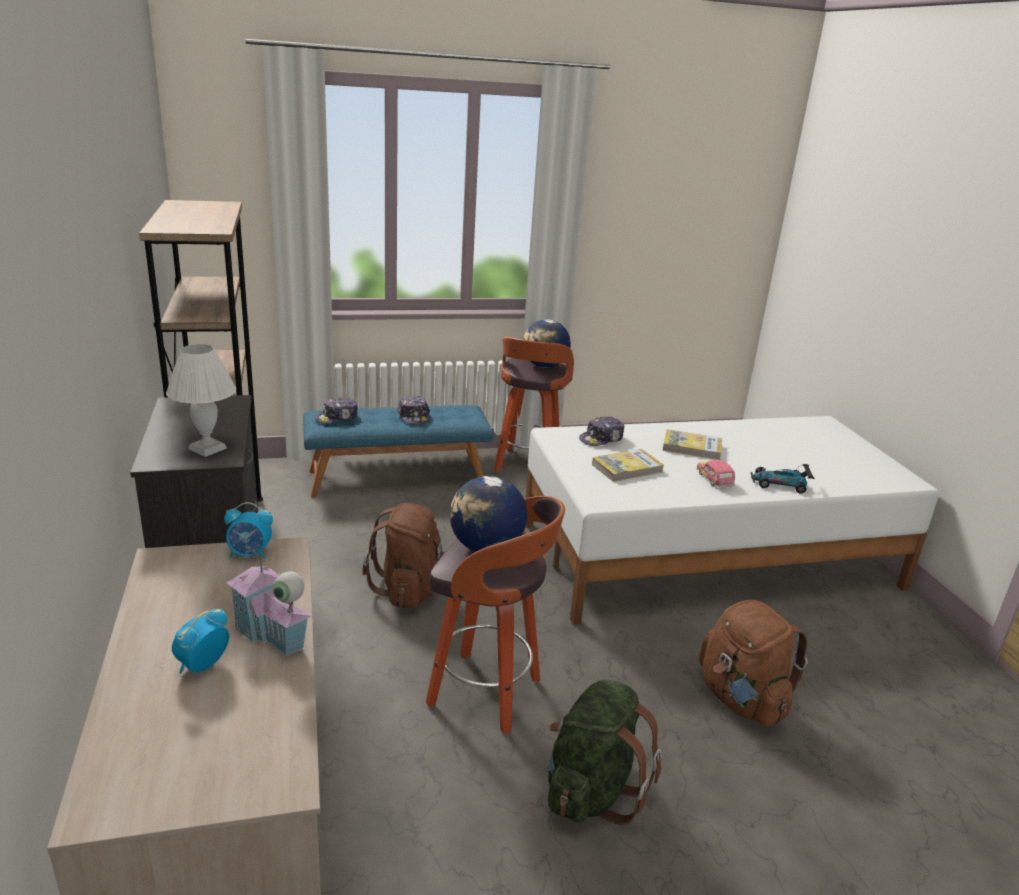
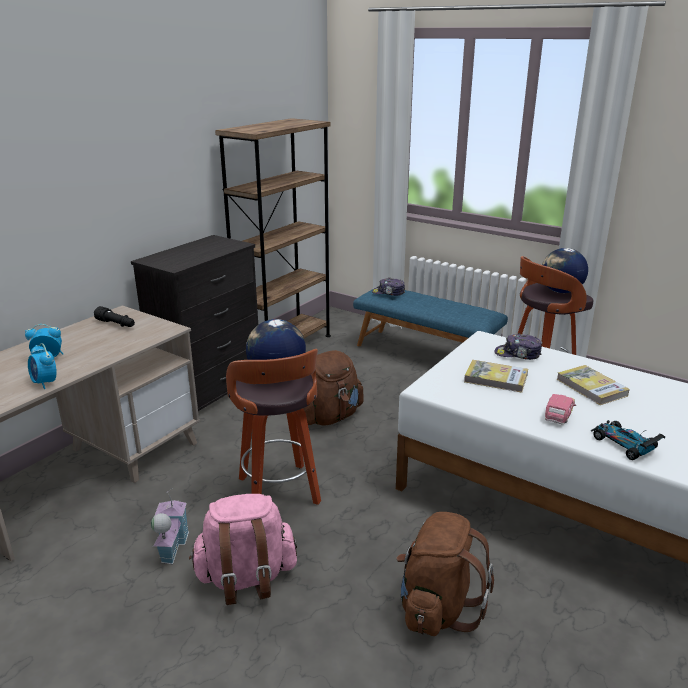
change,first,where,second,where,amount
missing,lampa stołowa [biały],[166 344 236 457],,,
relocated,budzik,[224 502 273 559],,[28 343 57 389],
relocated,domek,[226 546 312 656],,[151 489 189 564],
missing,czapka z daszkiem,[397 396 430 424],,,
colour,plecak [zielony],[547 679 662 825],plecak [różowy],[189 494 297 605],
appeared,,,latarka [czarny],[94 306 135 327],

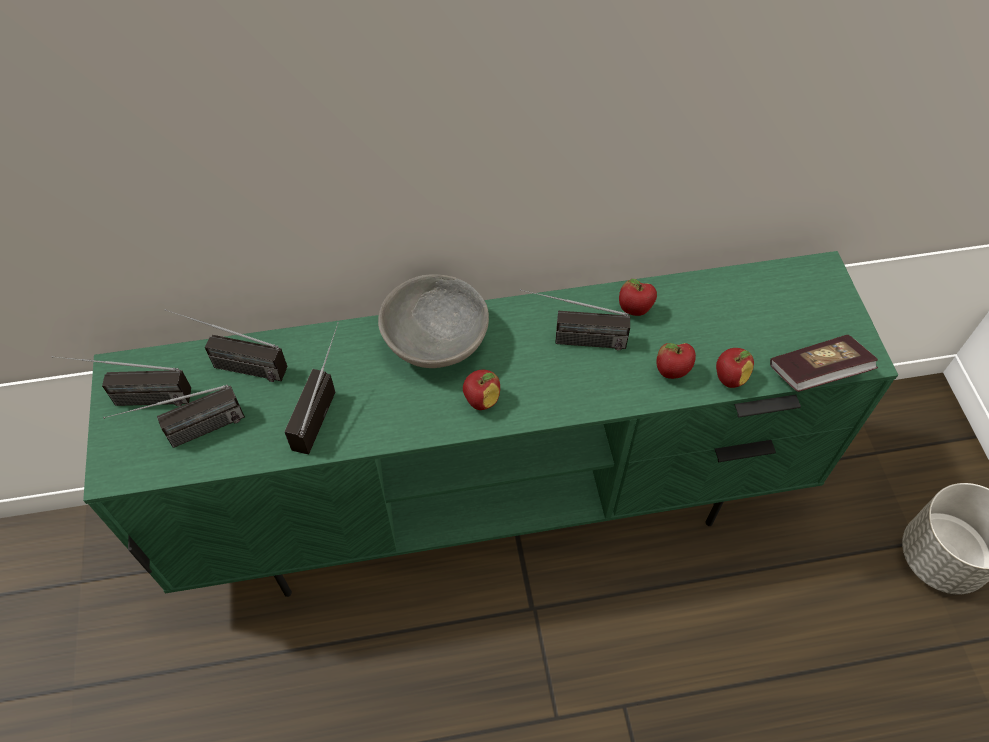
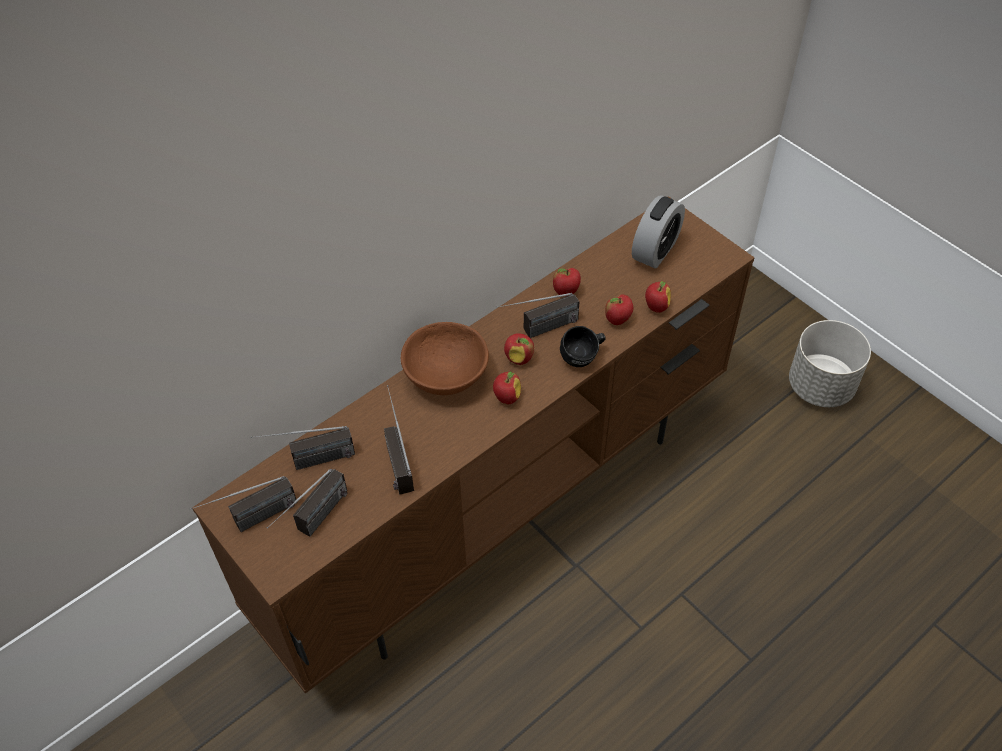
change,first,where,second,where,amount
colour,szafka pod telewizor [zielony],[83 251 898 597],szafka pod telewizor [brązowy],[192 196 754 694],
colour,miska [szary],[378 275 489 368],miska [brązowy],[401 322 489 395],
missing,książka,[770 335 878 392],,,
appeared,,,jabłko,[504 333 534 365],
appeared,,,kubek [czarny],[560 326 605 367],
appeared,,,budzik,[632 196 685 268],

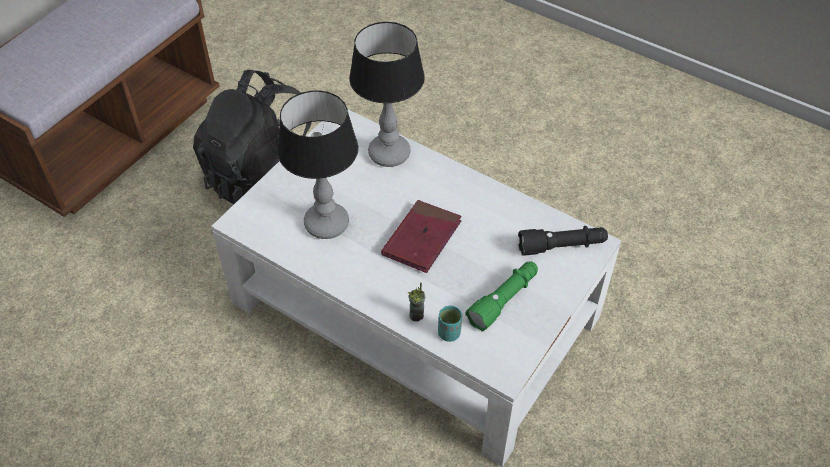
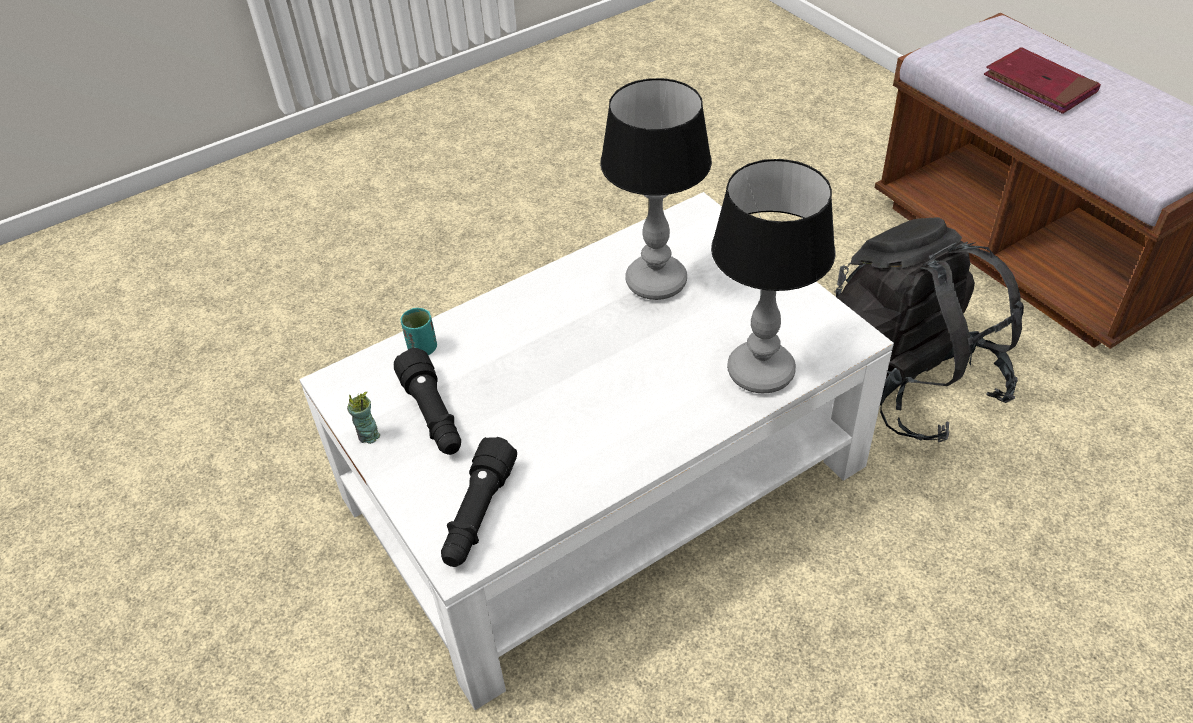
change,first,where,second,where,amount
relocated,książka [czerwony],[381 200 462 273],,[984 47 1101 114],
relocated,filiżanka,[408 282 425 322],,[347 392 380 444],
colour,latarka [zielony],[465 262 538 331],latarka [czarny],[394 348 461 455],

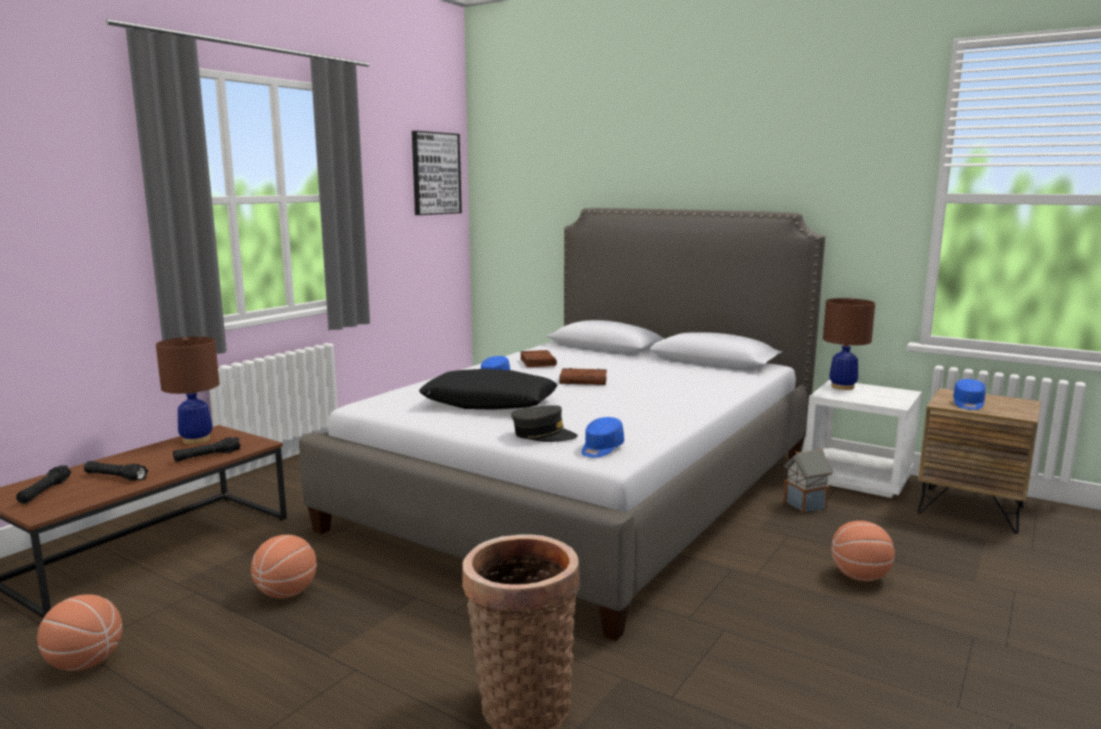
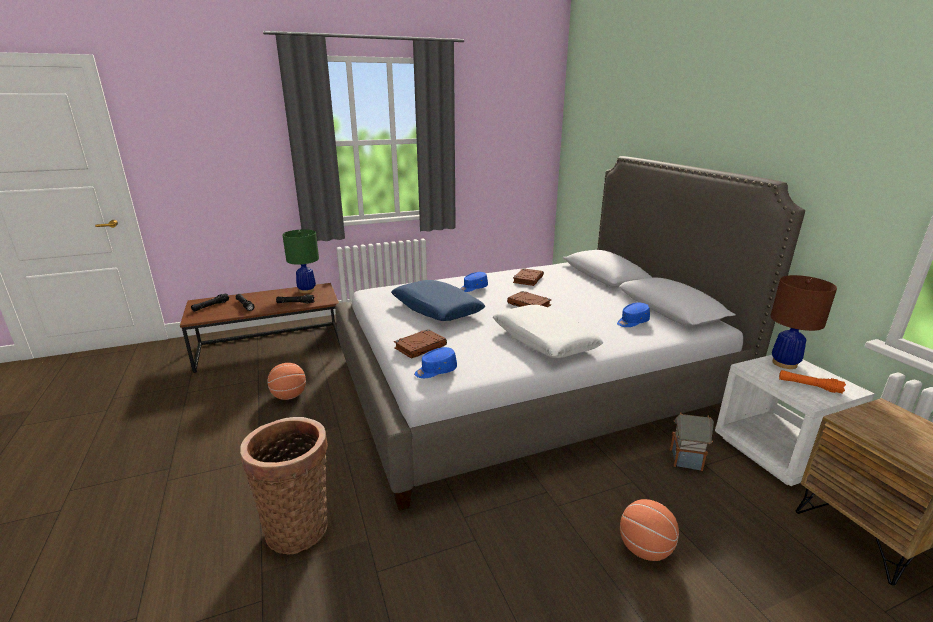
change,first,where,second,where,amount
missing,piłka do koszykówki,[37 594 122 671],,,
colour,lampa stołowa [brązowy],[156 337 220 444],lampa stołowa [zielony],[282 229 319 293],
missing,obraz,[412 131 462 215],,,
colour,poduszka [czarny],[419 369 557 410],poduszka [niebieski],[391 280 485 321],
exchanged,czapka z daszkiem [szary],[511 405 578 442],książka [brązowy],[394 329 447 359],
relocated,czapka z daszkiem [niebieski],[953 379 986 410],,[617 303 650 327],
appeared,,,poduszka [biały],[493 305 603 358],
appeared,,,latarka [pomarańczowy],[779 370 846 394],

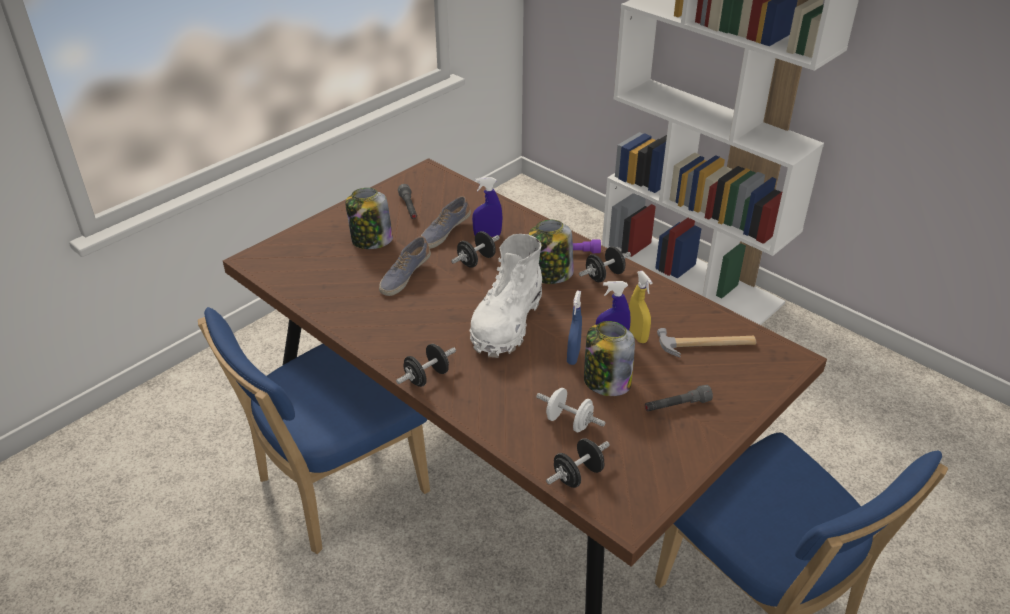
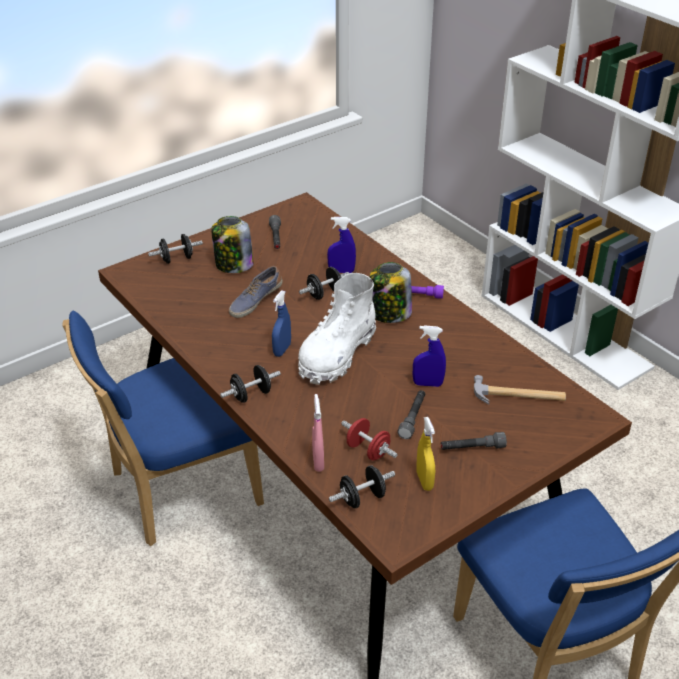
change,first,where,second,where,amount
missing,but,[421 196 471 249],,,
colour,hantel [biały],[536 388 606 432],hantel [czerwony],[341 418 398 461],
relocated,spryskiwacz [niebieski],[567 291 582 365],,[272 290 291 357],
relocated,hantel [czarny],[579 246 631 282],,[148 234 203 264],
exchanged,słoik,[584 321 635 396],latarka [szary],[397 390 425 439],
relocated,spryskiwacz [żółty],[629 271 653 343],,[416 417 435 491],
appeared,,,spryskiwacz [różowy],[312 394 324 472],

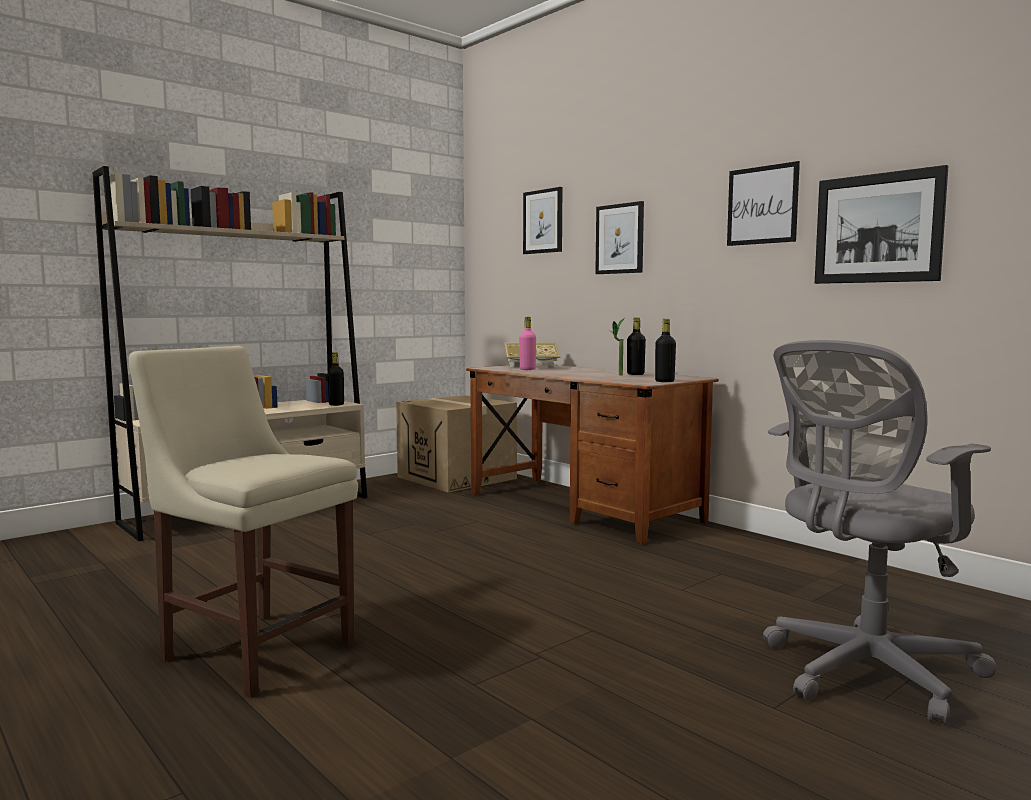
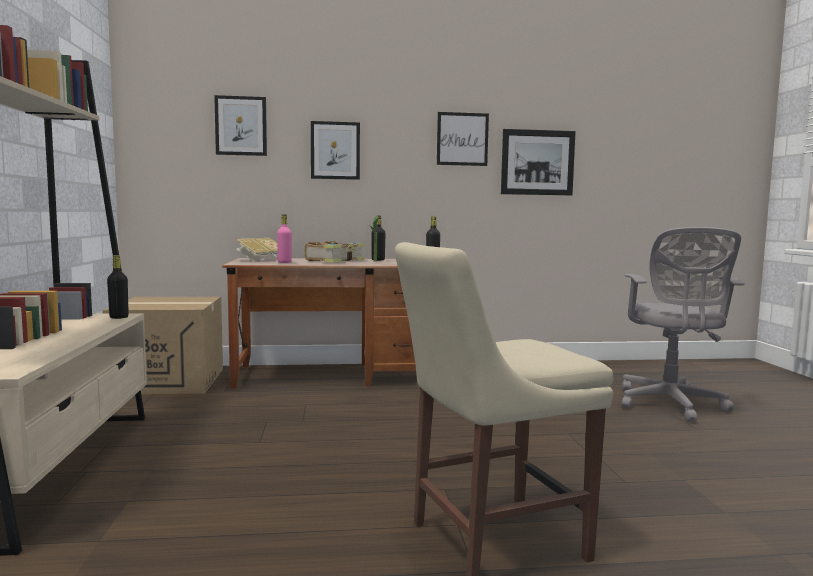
change,first,where,second,where,amount
appeared,,,książka,[305 241 365 263],

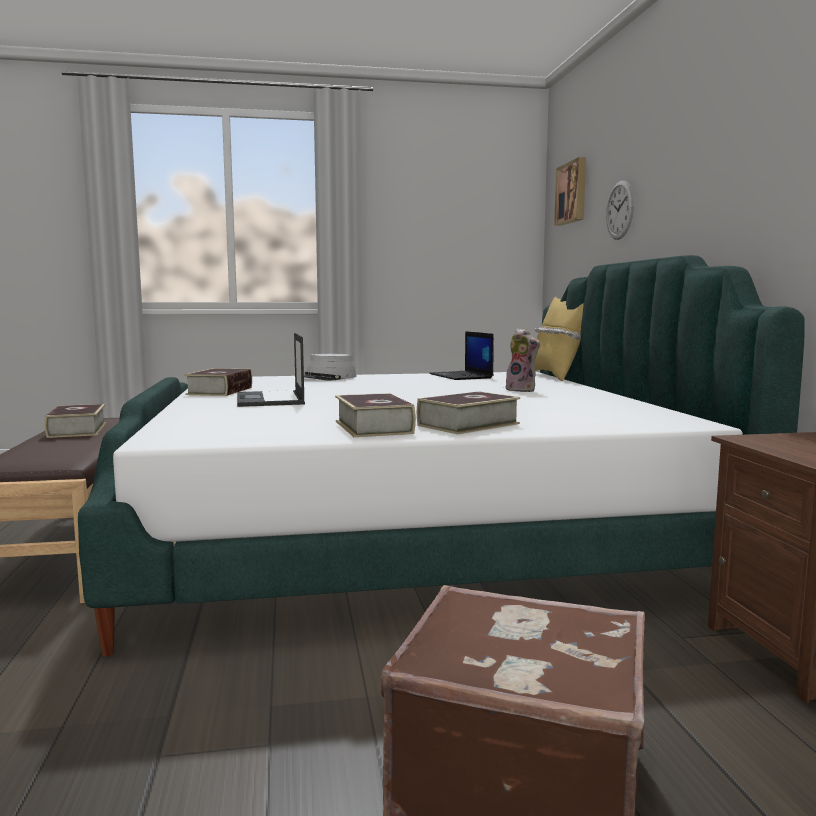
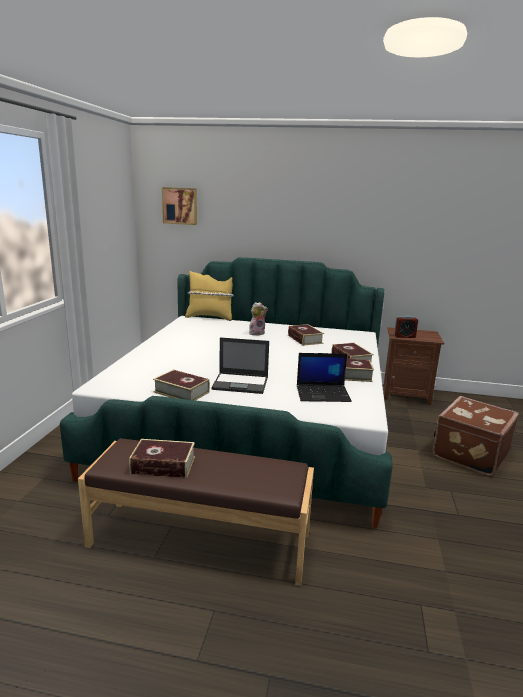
change,first,where,second,where,amount
missing,kapelusz [szary],[304 354 357 380],,,
relocated,laptop,[429 331 494 380],,[297 353 352 402],
missing,zegar ścienny,[606 181 634 240],,,
appeared,,,książka,[288 324 324 346],
appeared,,,budzik,[394 315 418 338],

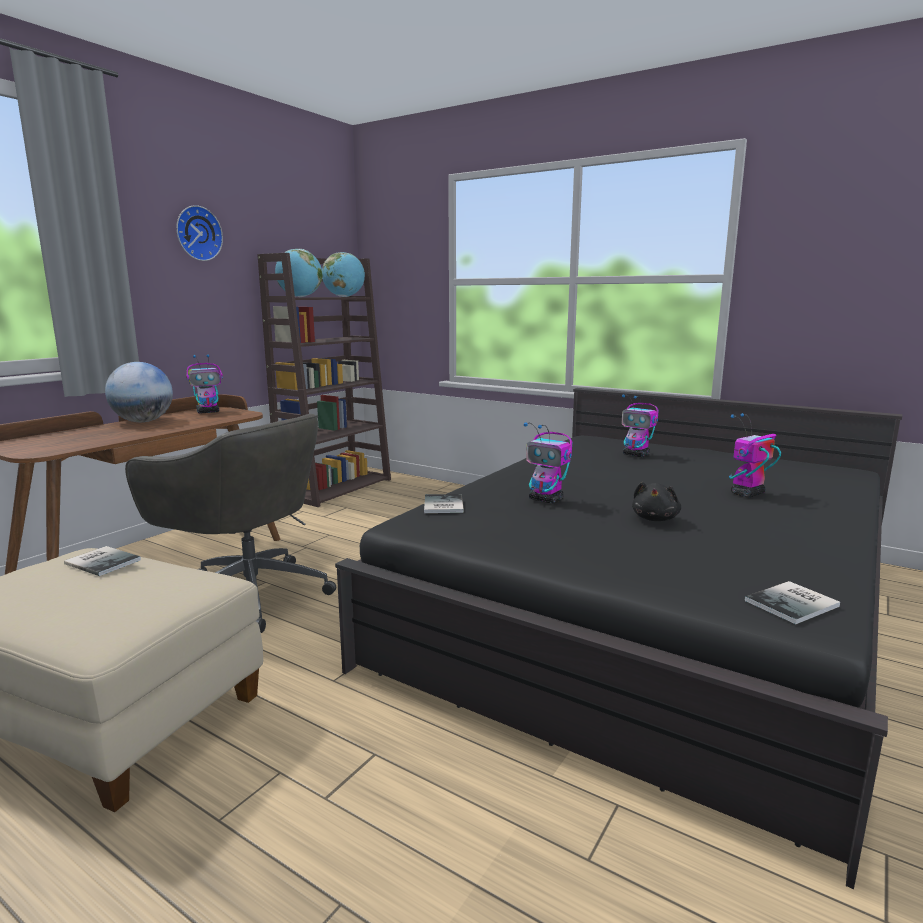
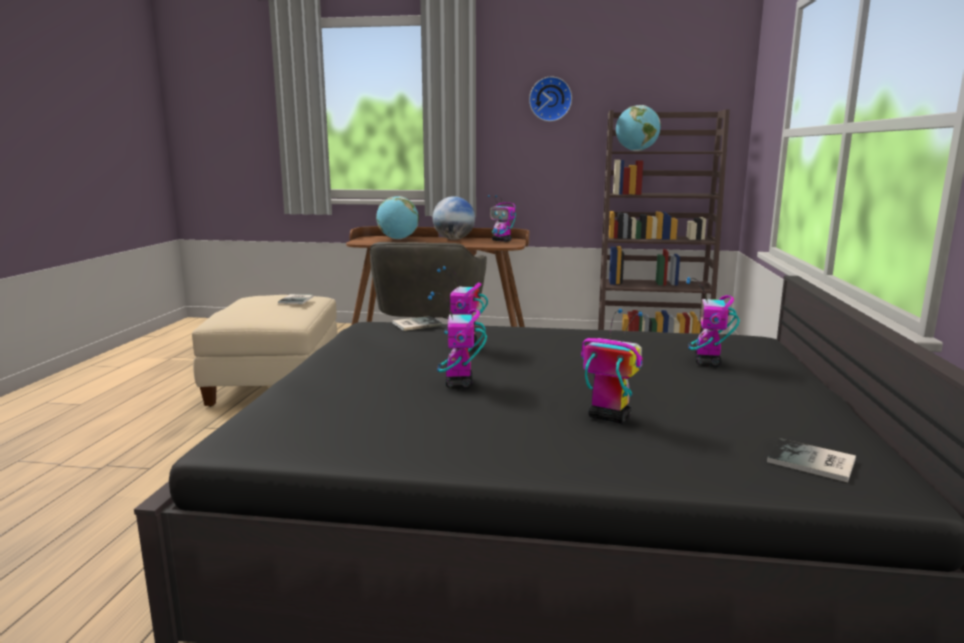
change,first,where,second,where,amount
relocated,globus,[322 252 365 297],,[376 196 419 239],
exchanged,pluszak [czarny],[632 482 681 521],robot zabawkowy,[428 292 487 389],
relocated,książka,[745 581 840 624],,[767 438 856 482],

